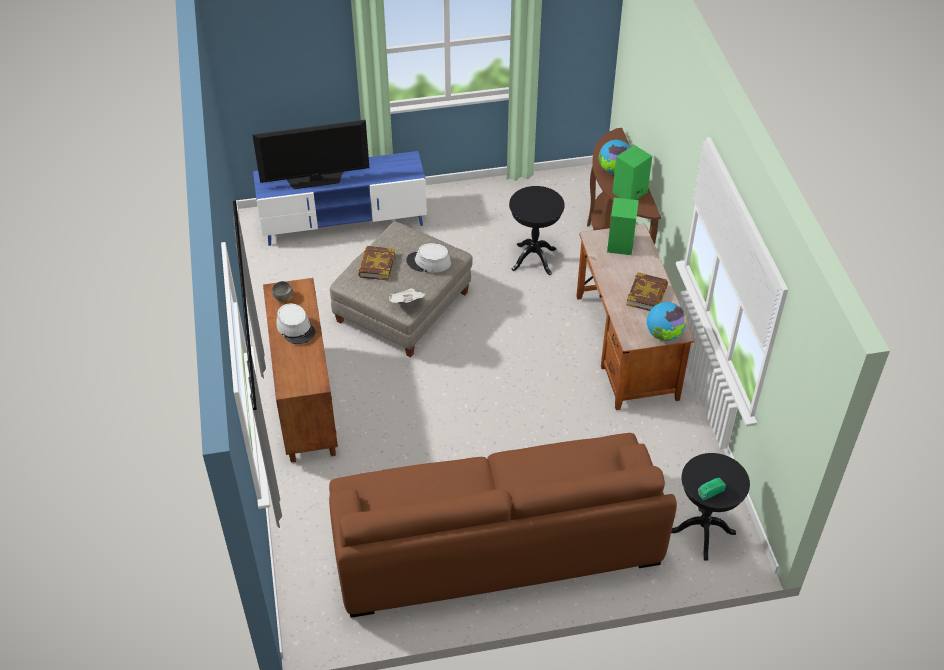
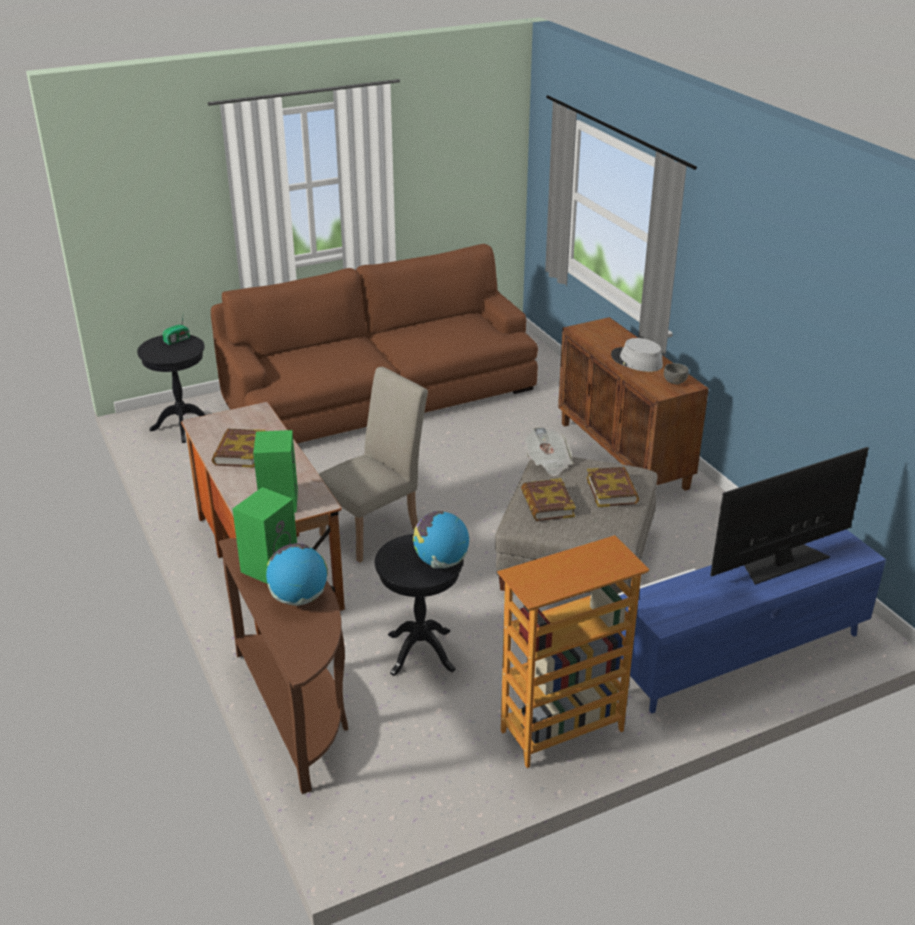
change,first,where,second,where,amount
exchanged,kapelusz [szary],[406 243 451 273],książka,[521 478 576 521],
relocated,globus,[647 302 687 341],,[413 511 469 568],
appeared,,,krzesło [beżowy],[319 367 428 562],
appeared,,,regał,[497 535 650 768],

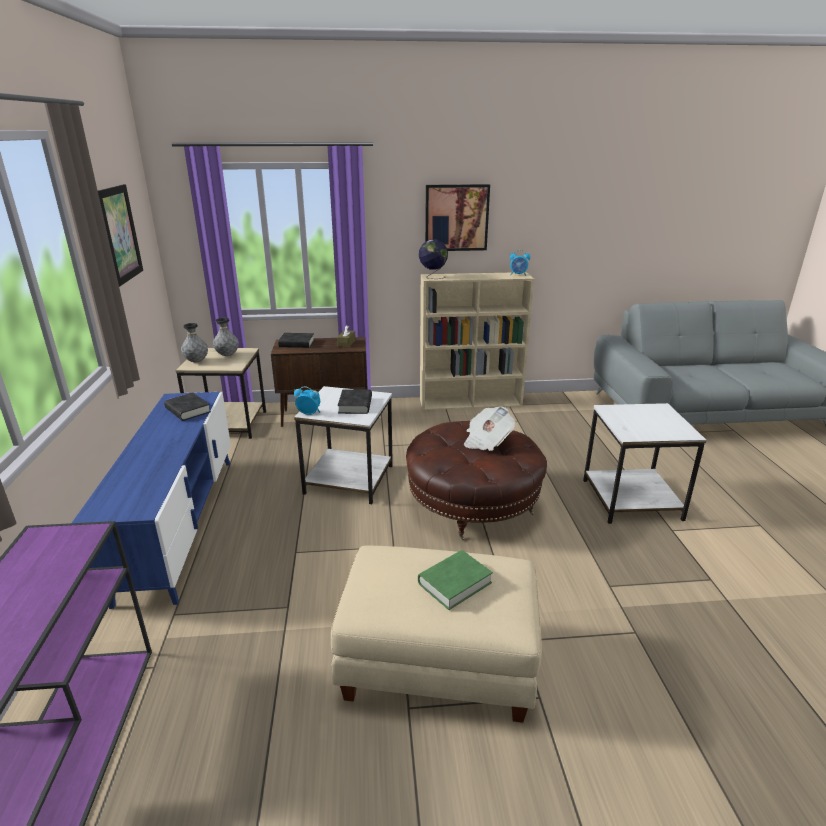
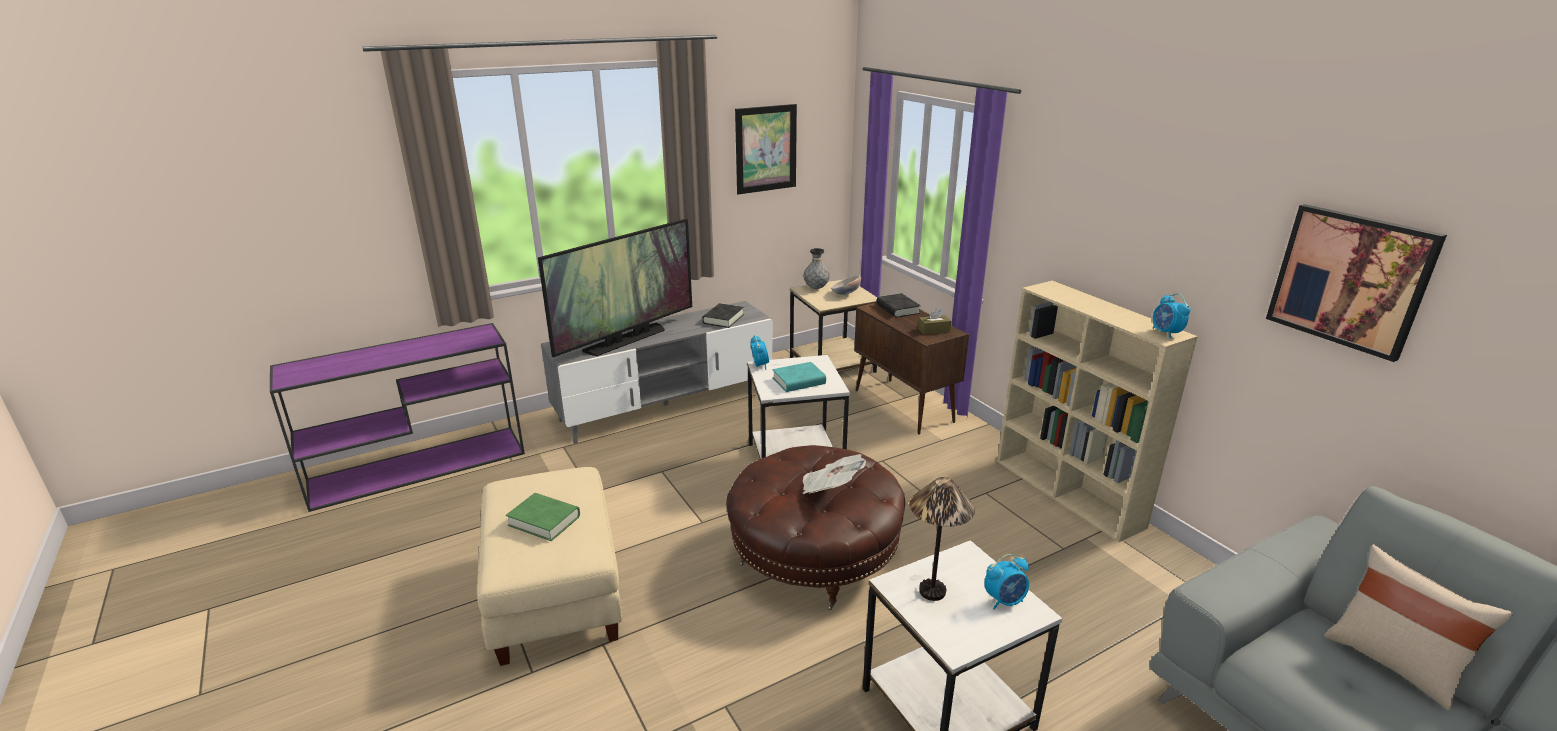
change,first,where,second,where,amount
colour,szafka pod telewizor [niebieski],[72 392 231 609],szafka pod telewizor [szary],[541 301 773 444],
exchanged,wazon [szary],[213 318 239 356],miska,[831 275 861 295],
colour,książka [czarny],[338 389 372 414],książka [turkusowy],[773 362 826 392],
missing,globus,[419 239 448 279],,,
relocated,obraz,[425 184 490 251],,[1266 204 1447 362],
appeared,,,telewizor,[538 219 692 357],
appeared,,,lampa stołowa,[909 477 975 601],
appeared,,,budzik,[984 554 1029 610],
appeared,,,poduszka [beżowy],[1324 545 1513 711],

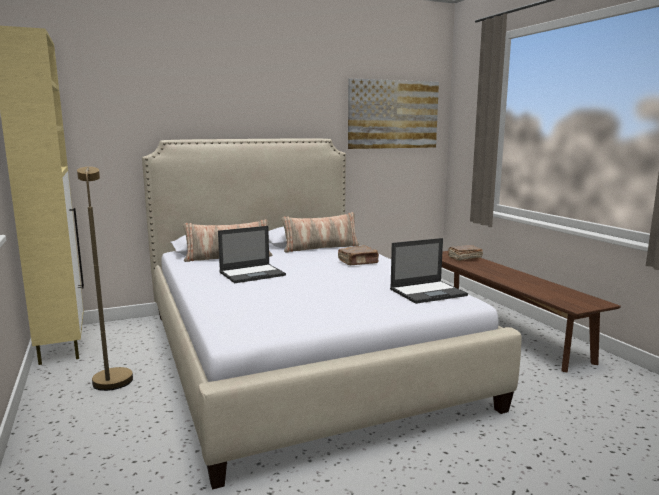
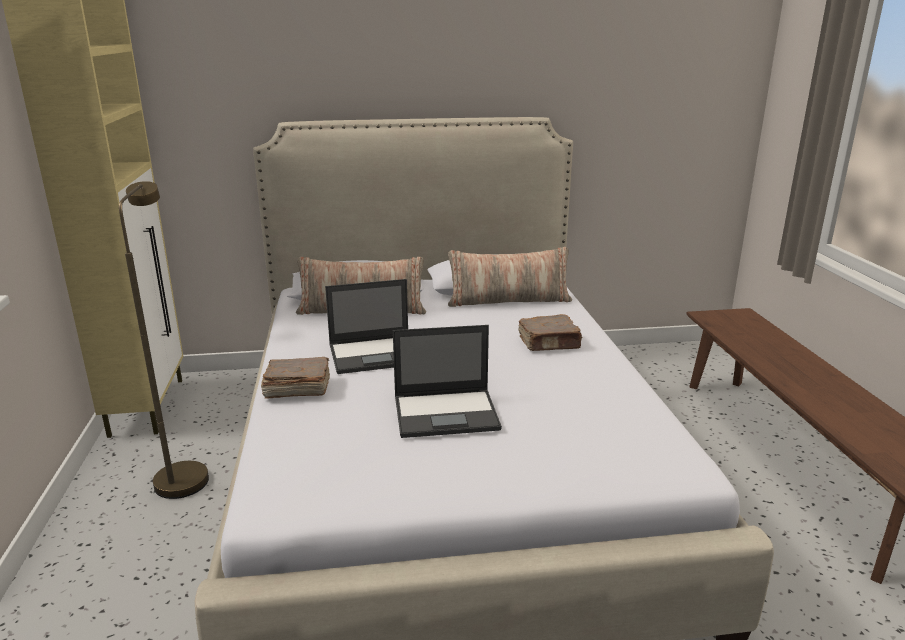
change,first,where,second,where,amount
missing,obraz,[348 78 439 149],,,
relocated,laptop,[390 238 468 304],,[393 325 502 438],
relocated,książka [brązowy],[448 245 483 261],,[261 357 330 399],

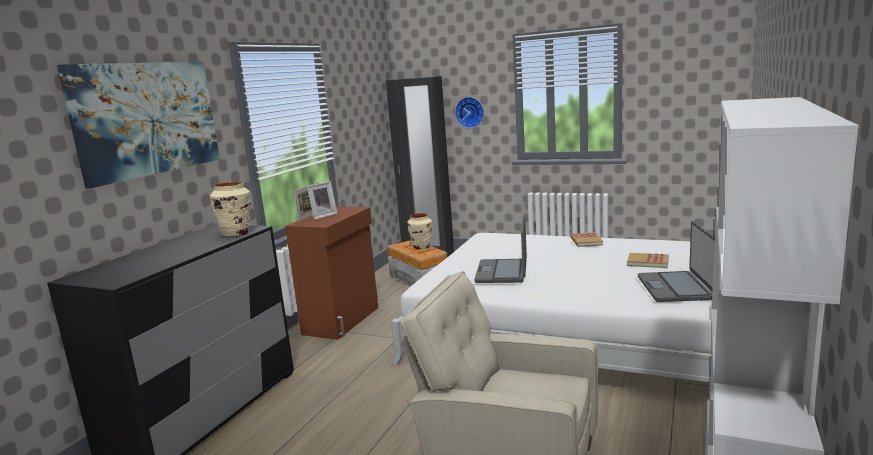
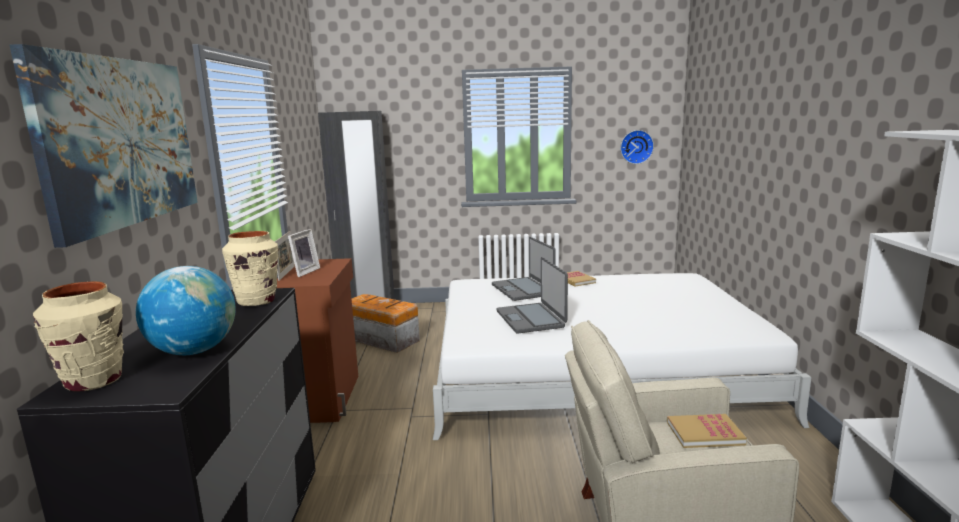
change,first,where,second,where,amount
relocated,wazon [beżowy],[407 213 432 250],,[33 281 124 392],
relocated,zegar ścienny,[455 97 484 128],,[620 130 654 164],
relocated,książka,[627 253 669 268],,[667 414 747 448],
relocated,laptop,[638 221 715 302],,[492 237 556 301],
appeared,,,globus,[136 266 236 355],

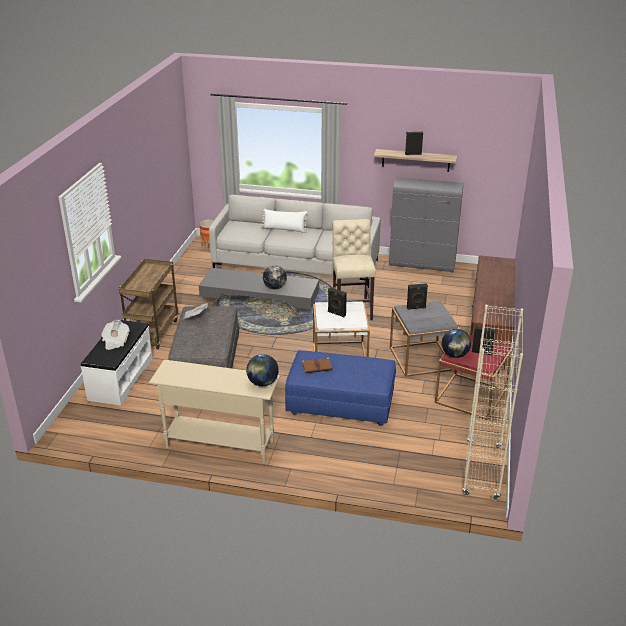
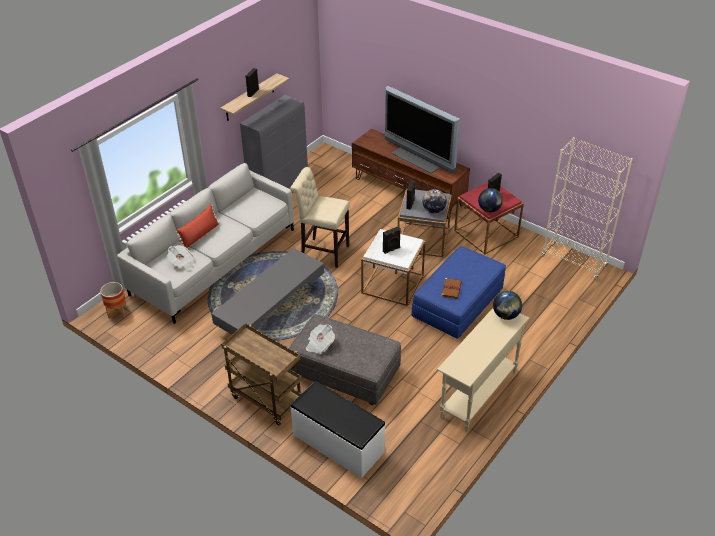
change,first,where,second,where,amount
relocated,gazeta,[101 320 130 350],,[167 245 195 270],
colour,poduszka [biały],[261 209 309 233],poduszka [czerwony],[175 204 219 248],
relocated,globus,[263 265 287 289],,[423 189 447 213],
appeared,,,telewizor,[385 86 460 174],

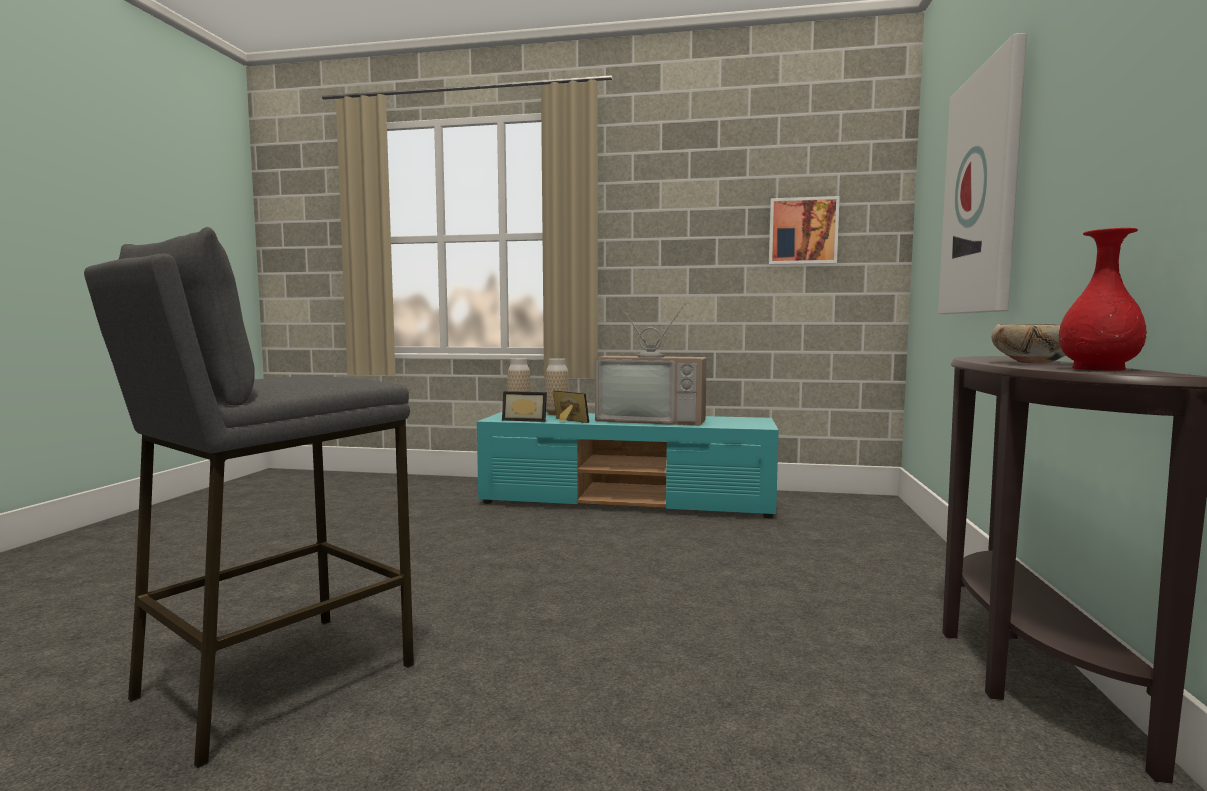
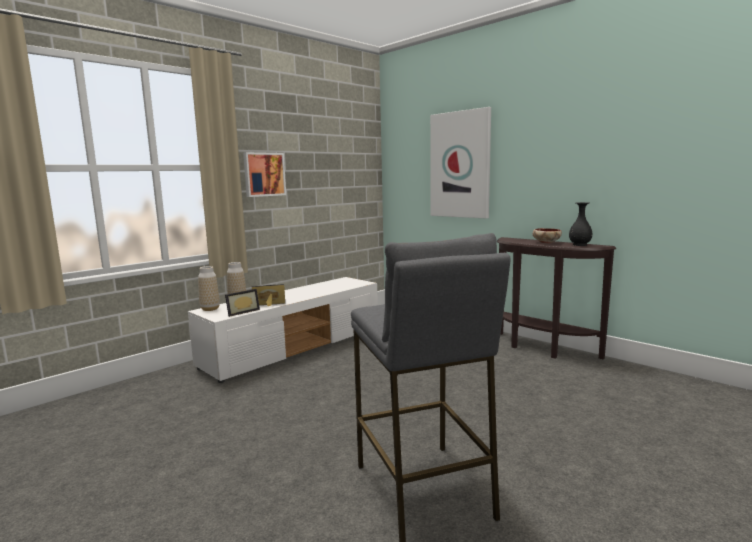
change,first,where,second,where,amount
colour,szafka pod telewizor [turkusowy],[477 412 779 518],szafka pod telewizor [biały],[188 277 378 383],
missing,telewizor,[595 303 707 426],,,
relocated,obraz,[769 196 840 265],,[243 152 286 197],
colour,wazon [czerwony],[1059 228 1147 371],wazon [czarny],[569 202 593 246],

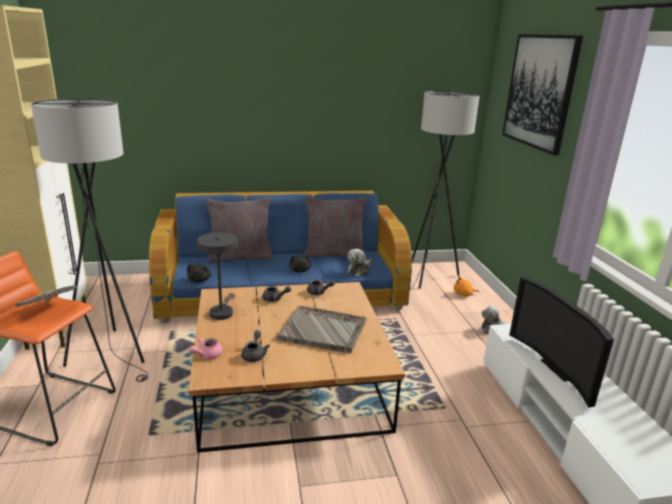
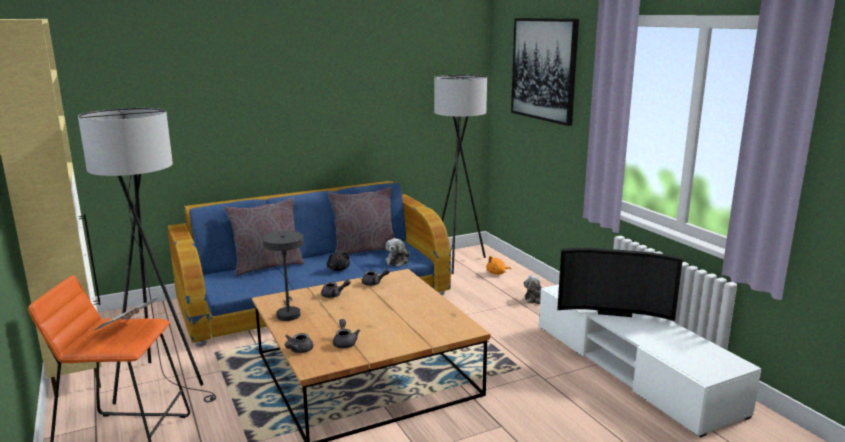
change,first,where,second,where,amount
missing,pluszak [czarny],[187 263 211 282],,,
colour,imbryk [różowy],[189 337 223 359],imbryk [szary],[285 333 313 353],
missing,taca [szary],[276 306 367 353],,,
spun,telewizor,[509 277 614 408],,[557 248 683 321],45 degrees counterclockwise

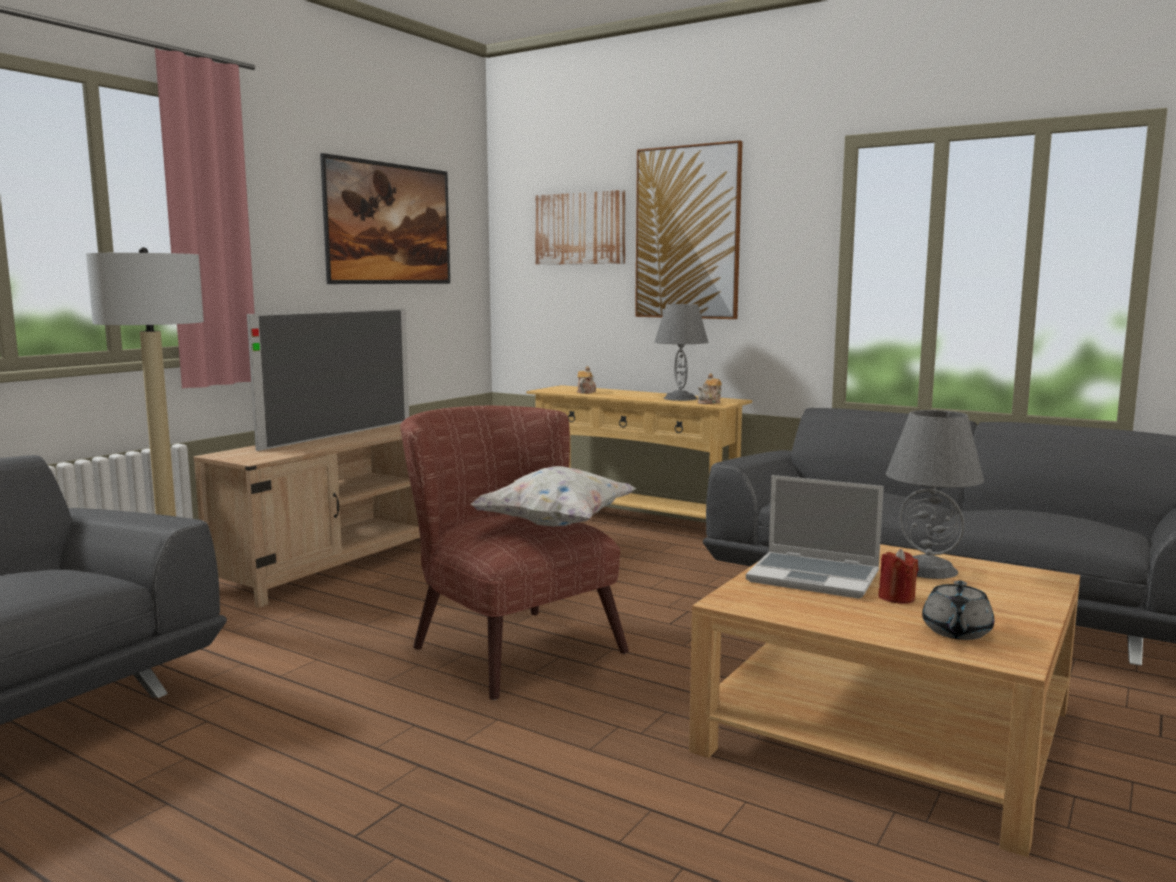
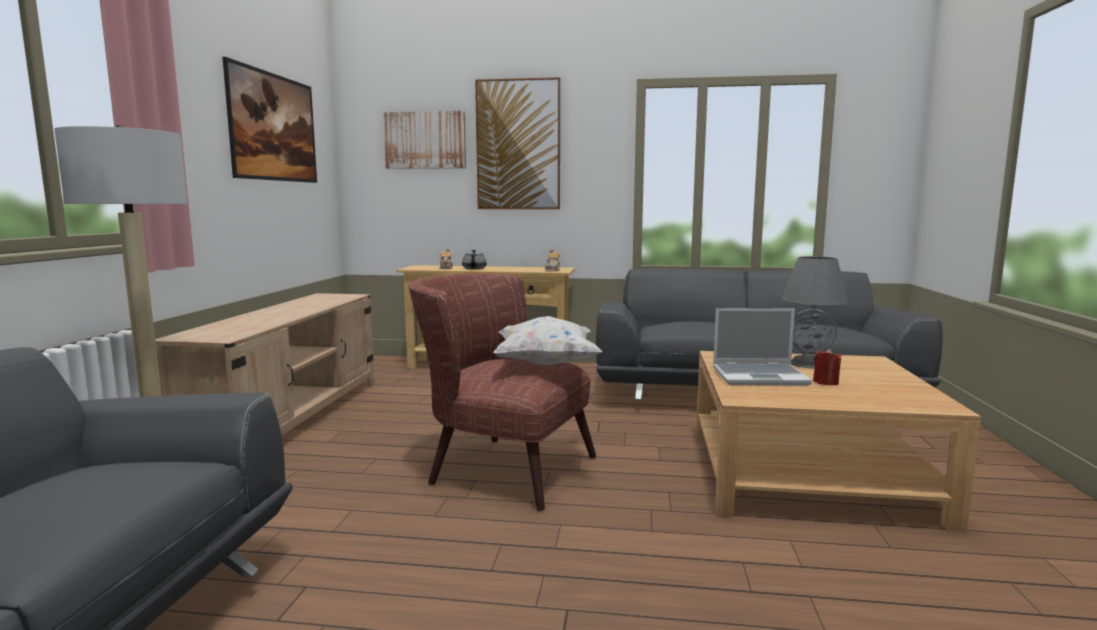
change,first,where,second,where,amount
missing,telewizor,[247 308 409 451],,,
missing,lampa stołowa [szary],[655 304 708 401],,,
relocated,imbryk [szary],[922 580 994 640],,[462 250 487 270],

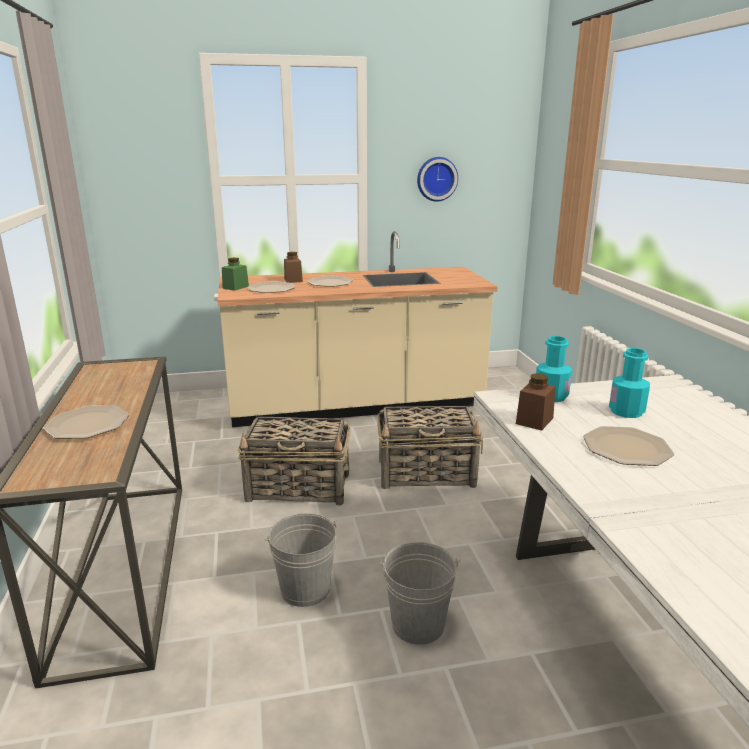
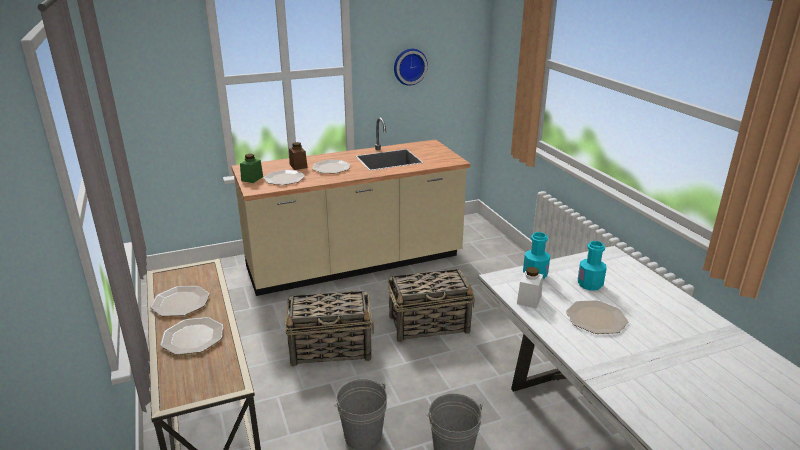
change,first,where,second,where,amount
colour,słoik [brązowy],[516 373 556 431],słoik [biały],[517 267 543 309],
appeared,,,talerz,[150 286 210 316],

